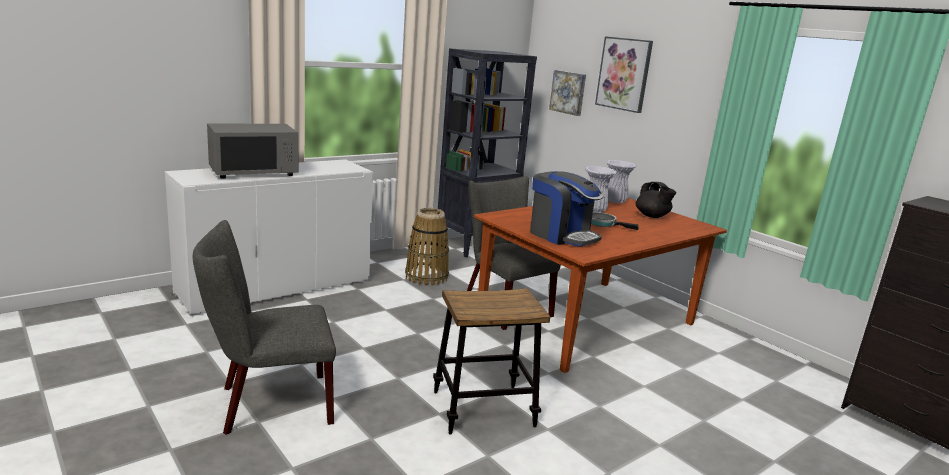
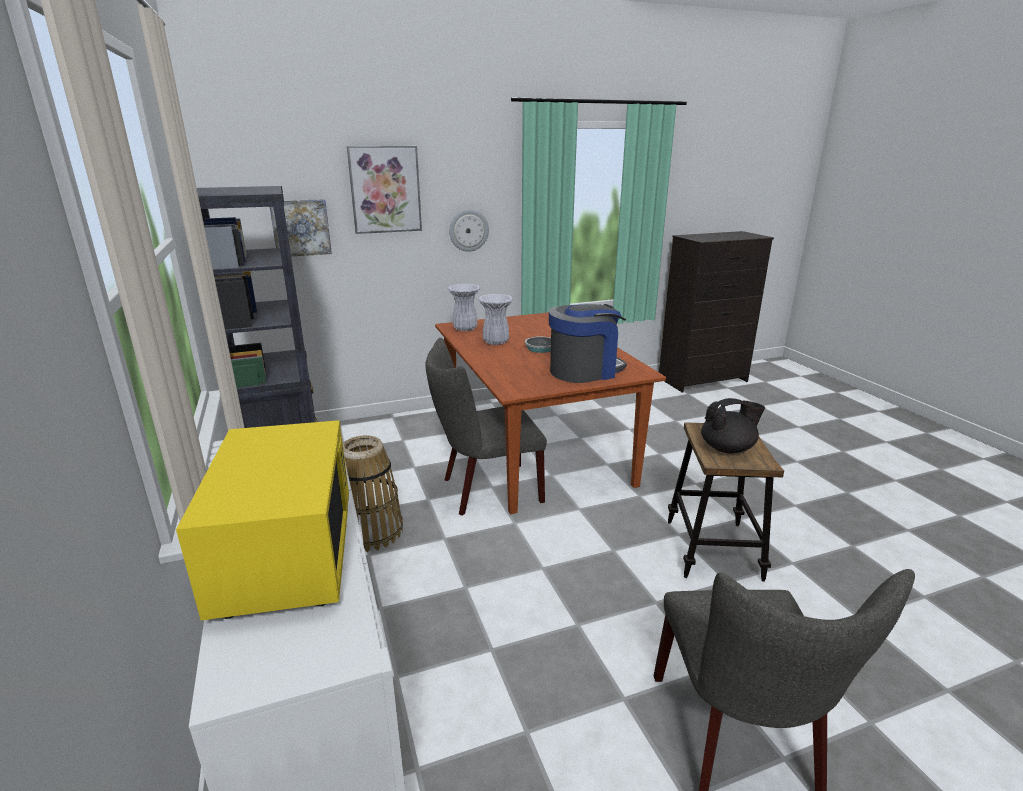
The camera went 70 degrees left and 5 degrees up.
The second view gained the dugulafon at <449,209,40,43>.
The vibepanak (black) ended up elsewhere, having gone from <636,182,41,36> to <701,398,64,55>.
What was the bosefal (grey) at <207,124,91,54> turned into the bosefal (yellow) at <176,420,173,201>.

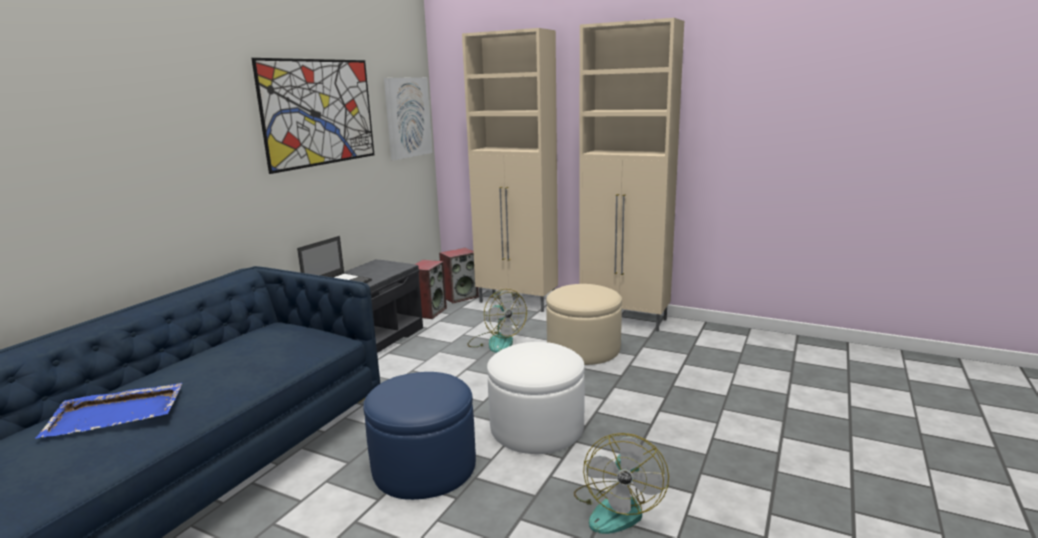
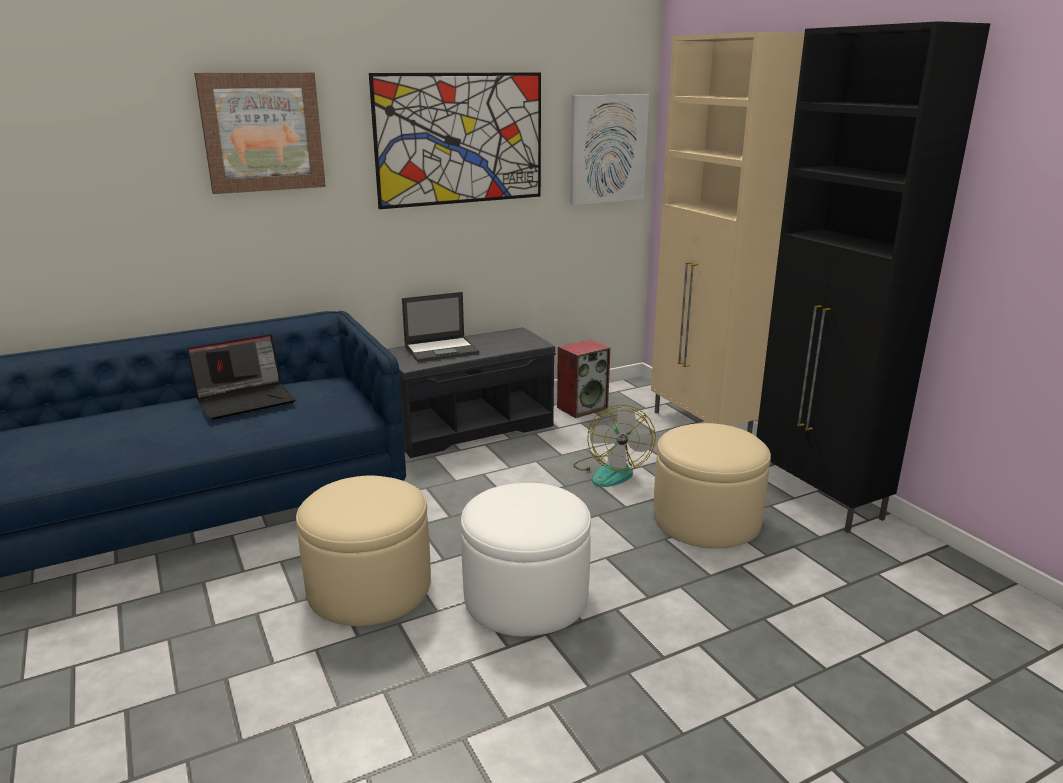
The camera went 35 degrees right and 5 degrees up.
The second view lost the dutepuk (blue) at <35,383,147,56>.
The second view lost the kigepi at <439,248,40,55>.
The second view lost the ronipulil at <574,433,95,101>.
The second view gained the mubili at <186,334,110,86>.
The second view gained the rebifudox at <194,72,132,122>.
What was the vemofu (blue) at <364,372,112,128> turned into the vemofu (beige) at <296,476,135,150>.
What was the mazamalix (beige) at <579,18,105,314> turned into the mazamalix (black) at <756,21,235,512>.

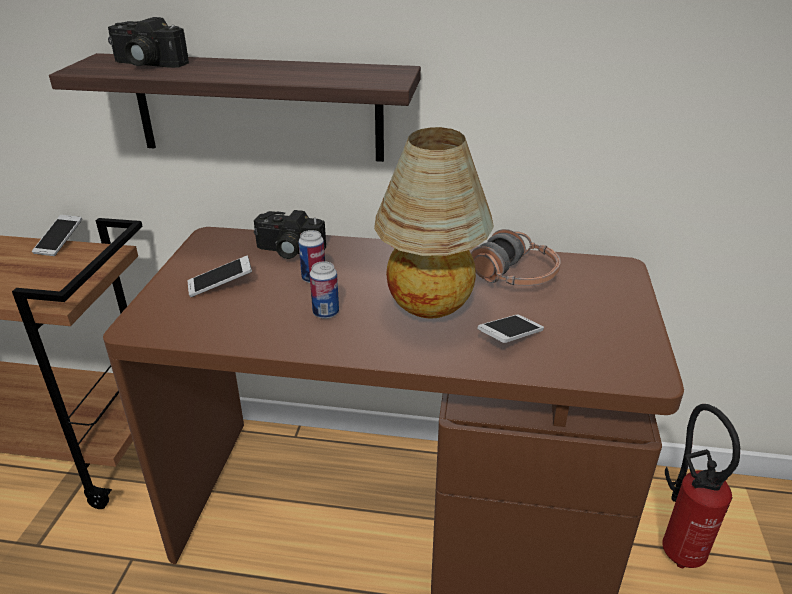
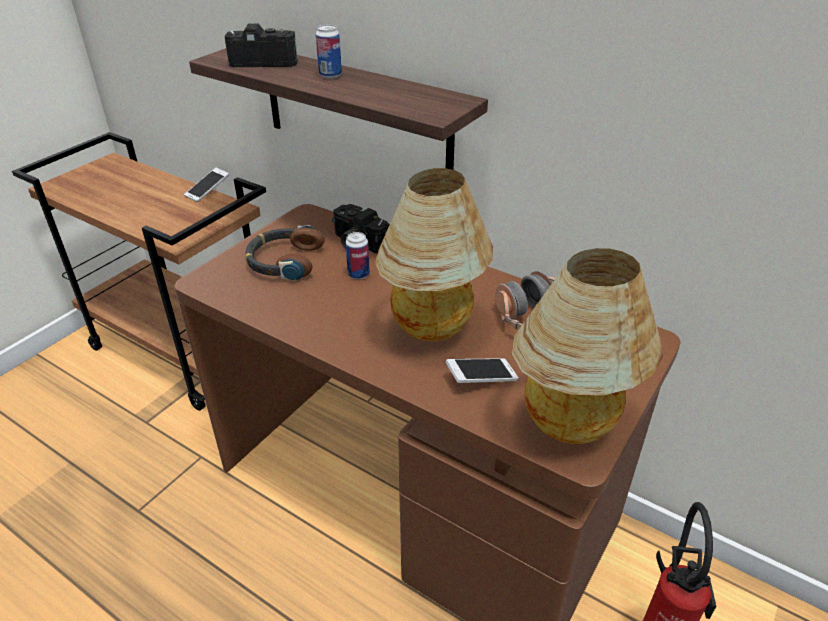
The camera went 25 degrees right and 5 degrees up.
The second view gained the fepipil at <512,248,151,196>.
The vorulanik ended up elsewhere, having gone from <310,261,29,58> to <316,25,26,54>.
Where the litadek stood at <188,256,64,41>, the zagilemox came to stand at <245,225,80,56>.
The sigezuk at <108,17,81,51> ended up facing another way, 135 degrees clockwise from before.

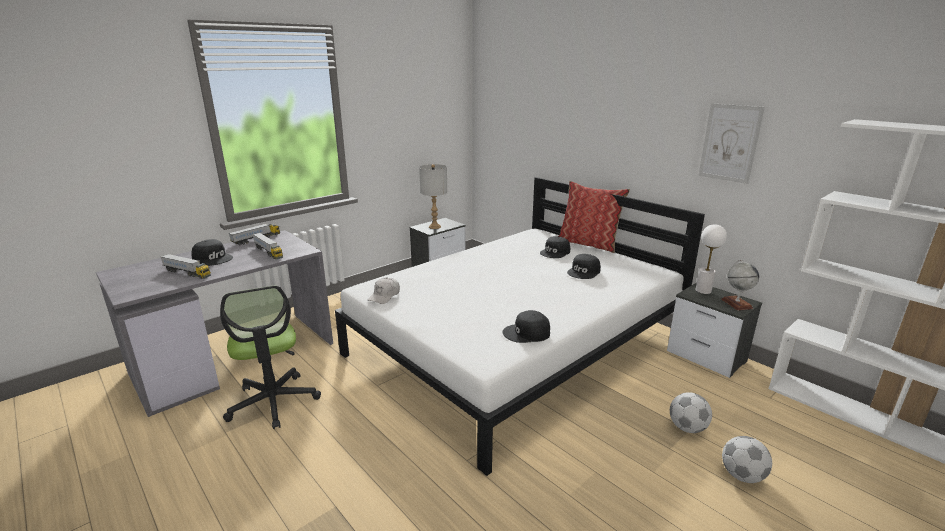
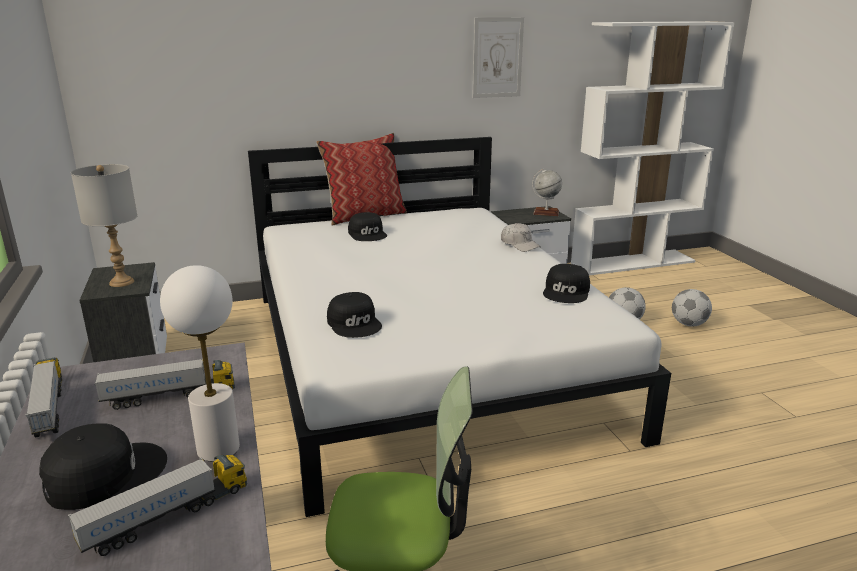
The camera went 65 degrees left and 0 degrees up.
The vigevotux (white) ended up elsewhere, having gone from <368,277,32,27> to <501,223,40,29>.
The vigevotux (black) ended up elsewhere, having gone from <567,254,34,25> to <327,292,55,46>.
The fepipil (white) ended up elsewhere, having gone from <695,224,32,70> to <160,265,80,196>.

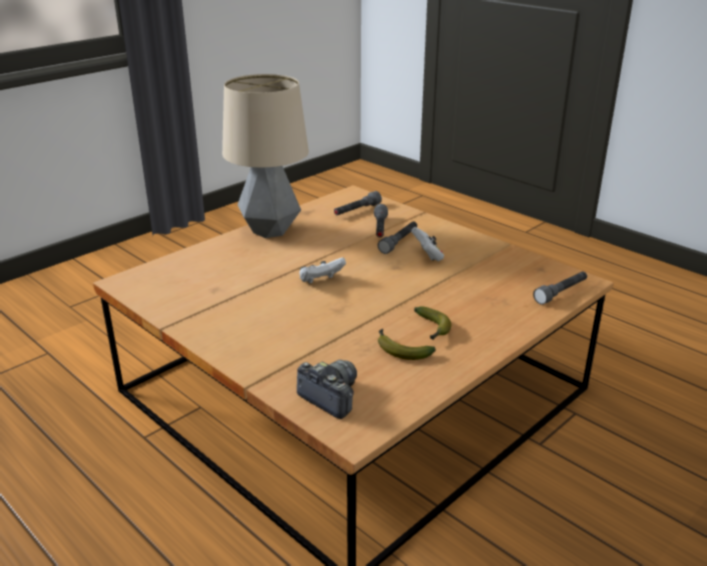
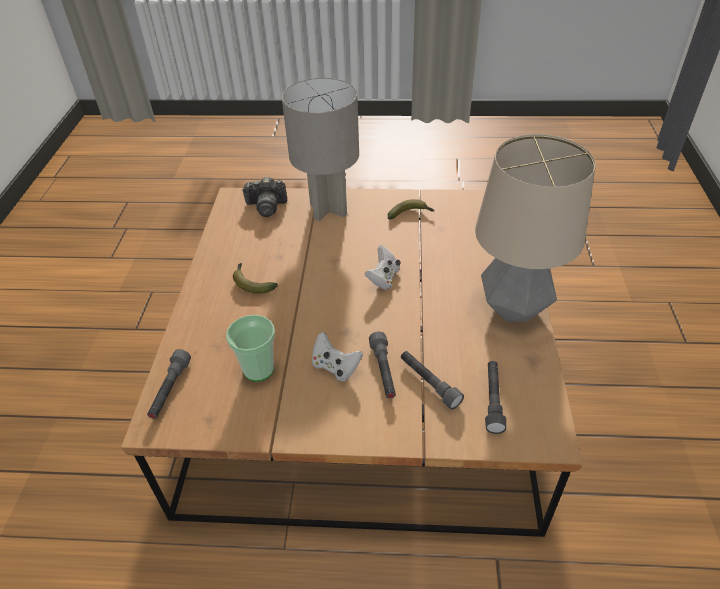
The camera went 140 degrees right and 15 degrees up.
The second view gained the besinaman at <226,315,49,66>.
The second view gained the fepipil (grey) at <282,78,77,143>.
The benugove ended up elsewhere, having gone from <378,329,58,31> to <388,199,46,21>.

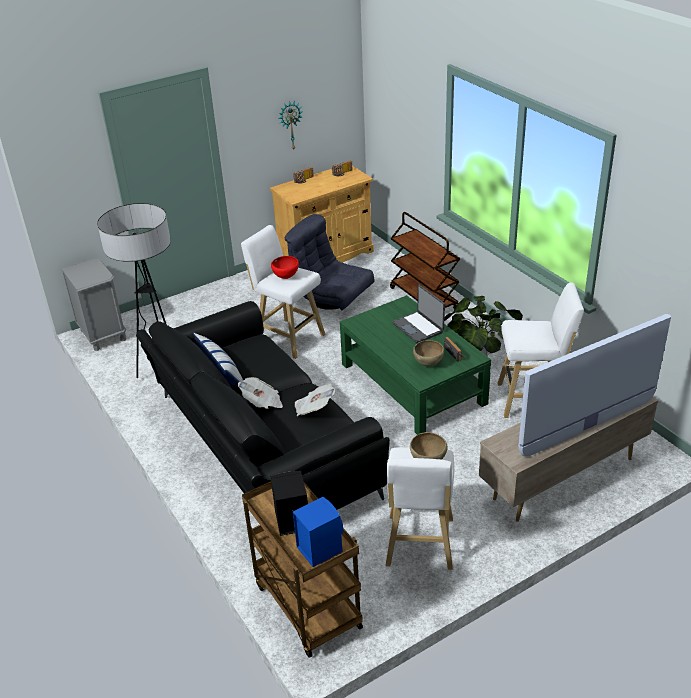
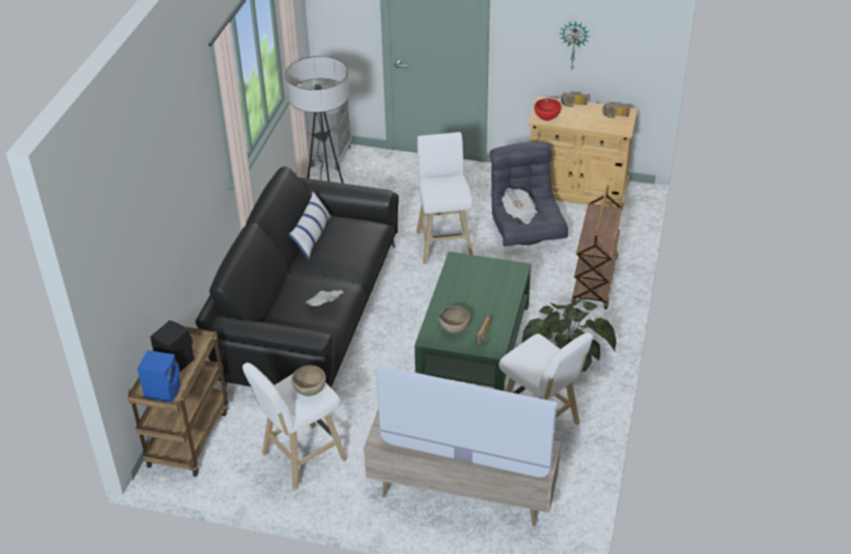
The camera went 45 degrees right and 5 degrees up.
The second view lost the mubili at <392,285,53,58>.
The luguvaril ended up elsewhere, having gone from <238,377,45,32> to <502,188,36,36>.
The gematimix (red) ended up elsewhere, having gone from <271,256,28,23> to <534,98,27,23>.

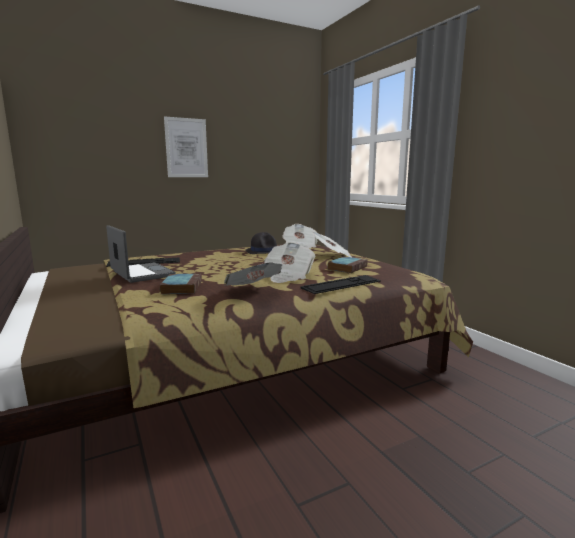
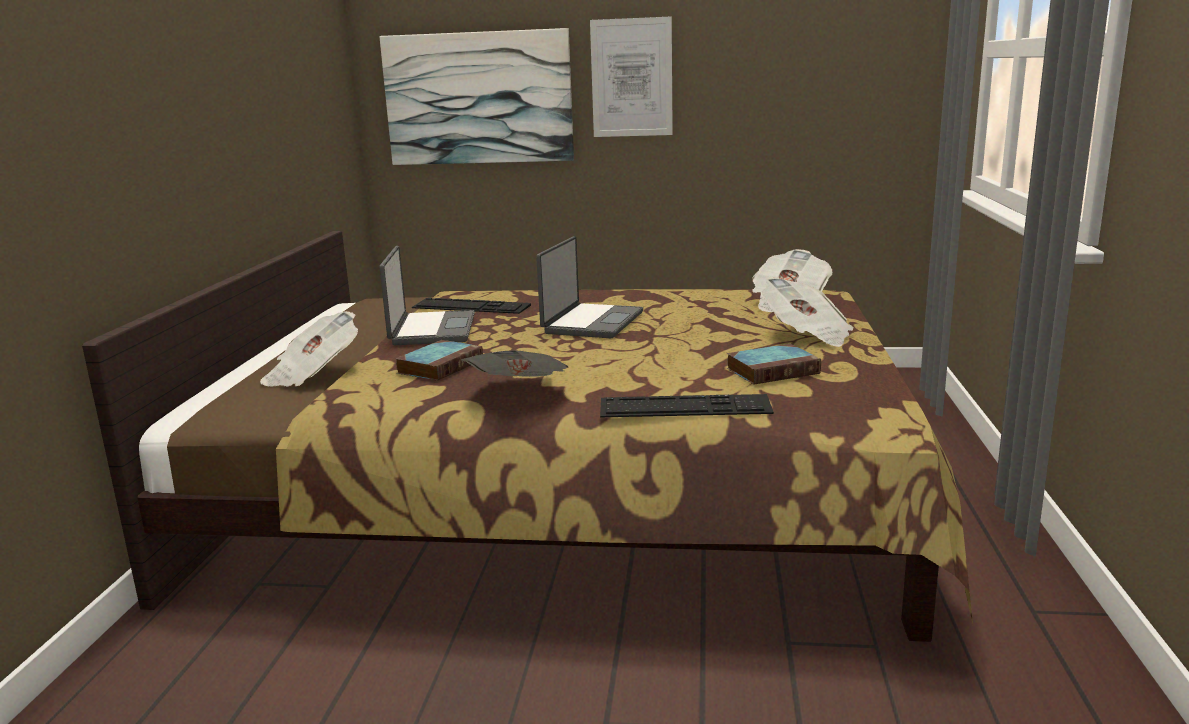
The camera went 35 degrees right and 5 degrees up.
The second view lost the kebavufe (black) at <245,232,32,22>.
The second view gained the rebifudox at <379,28,195,137>.
The second view gained the mubili at <536,236,107,102>.
The luguvaril ended up elsewhere, having gone from <264,242,52,41> to <260,311,98,76>.

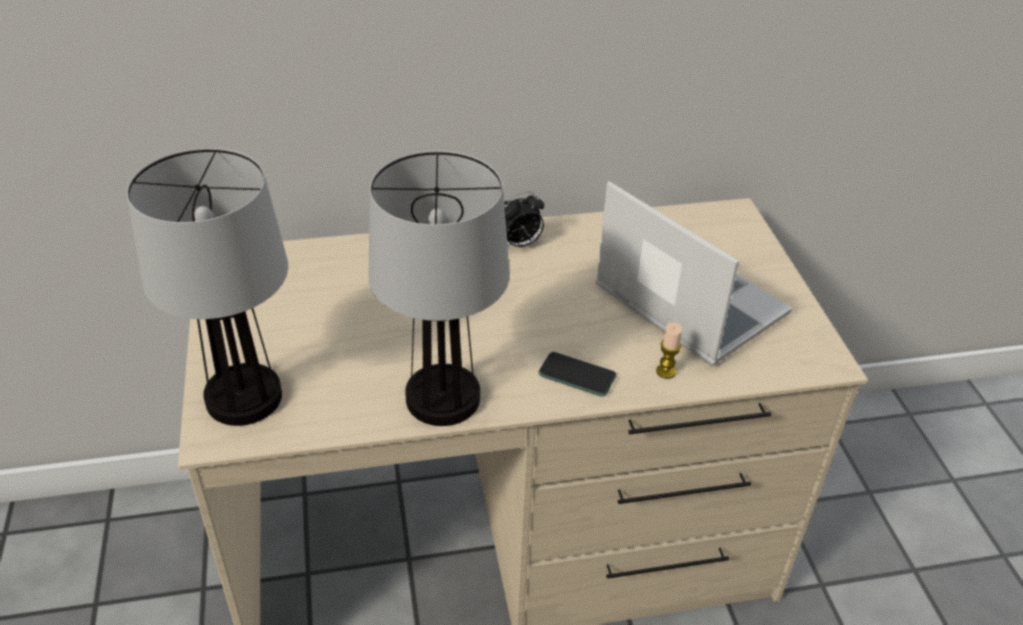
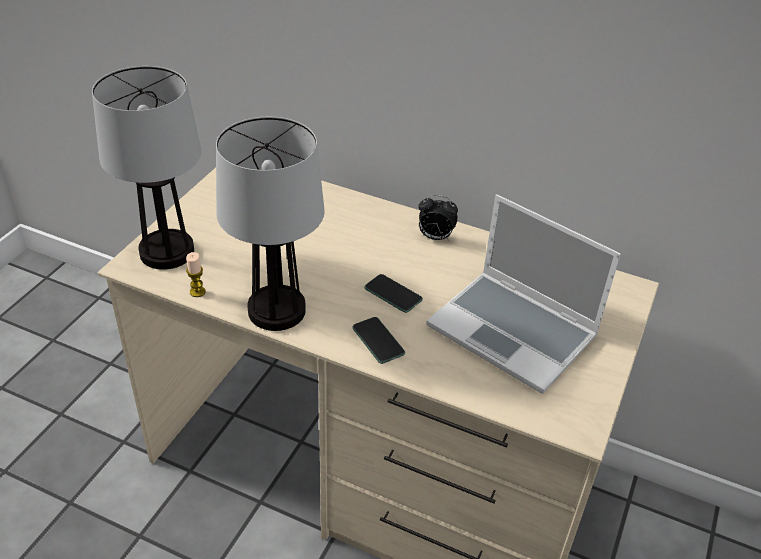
The camera went 35 degrees right and 0 degrees up.
The second view gained the litadek at <365,274,58,39>.
The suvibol ended up elsewhere, having gone from <656,322,26,57> to <186,252,20,45>.
The mubili at <595,181,197,185> ended up facing another way, 135 degrees clockwise from before.

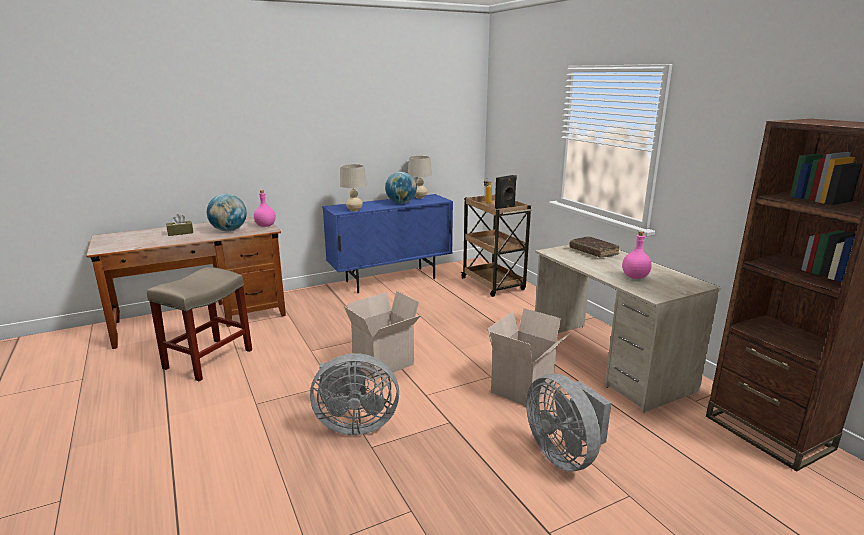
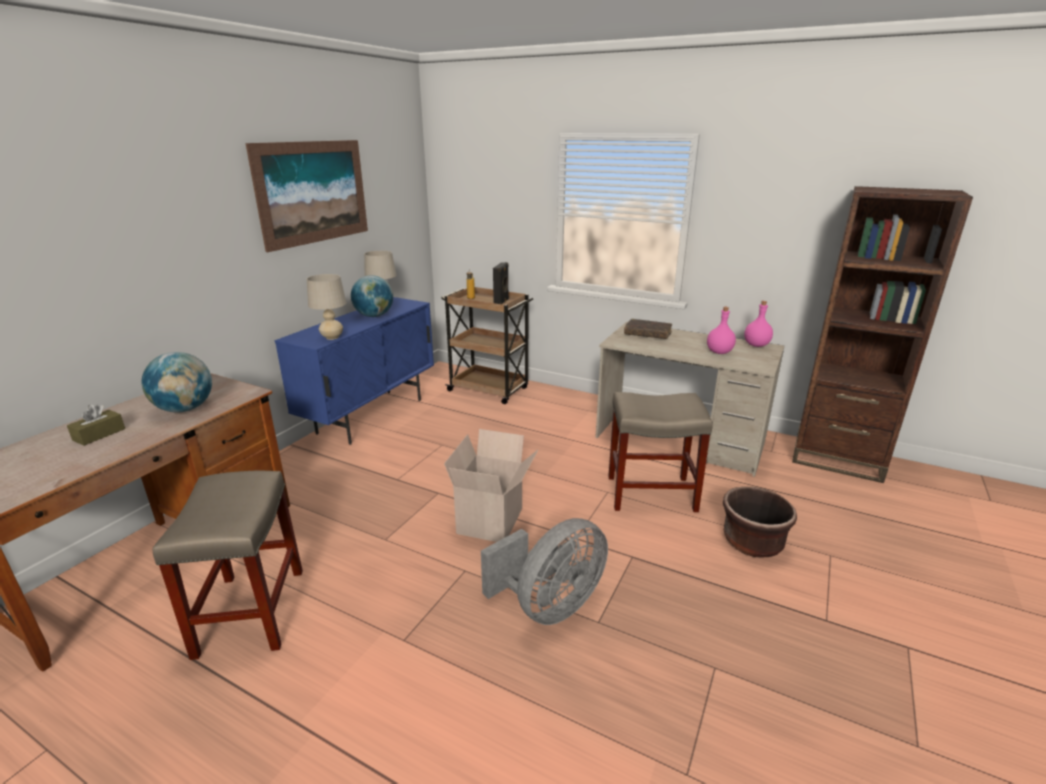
The camera went 35 degrees left and 5 degrees up.
The second view gained the rebifudox at <245,140,123,112>.
The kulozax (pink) ended up elsewhere, having gone from <254,190,22,37> to <744,301,29,46>.
Where the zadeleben stood at <487,308,85,98>, the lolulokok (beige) came to stand at <608,392,105,120>.
Where the ronipulil (grey) stood at <526,373,85,98>, the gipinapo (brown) came to stand at <723,487,74,71>.

